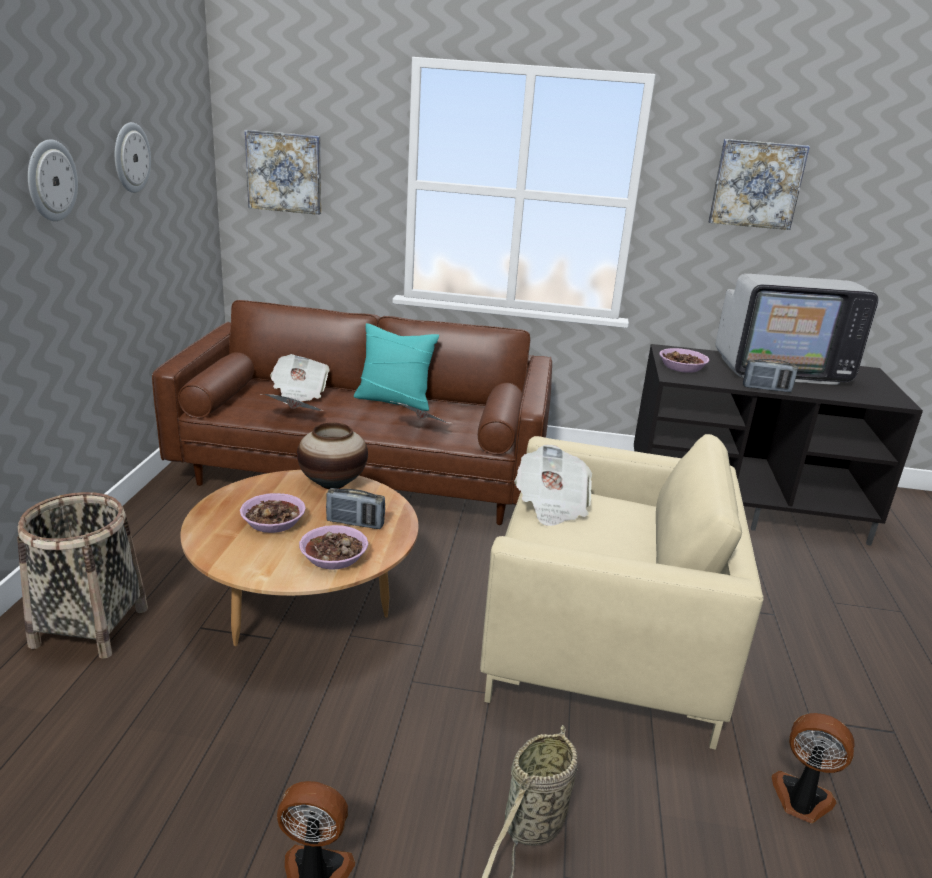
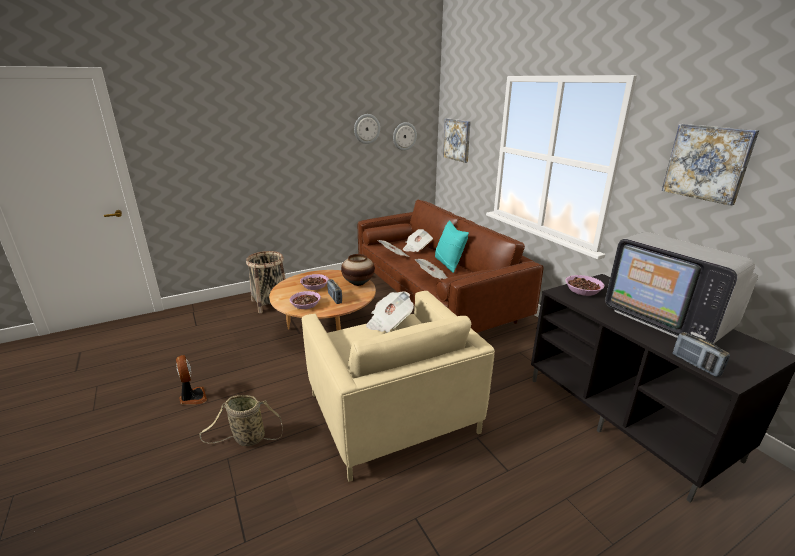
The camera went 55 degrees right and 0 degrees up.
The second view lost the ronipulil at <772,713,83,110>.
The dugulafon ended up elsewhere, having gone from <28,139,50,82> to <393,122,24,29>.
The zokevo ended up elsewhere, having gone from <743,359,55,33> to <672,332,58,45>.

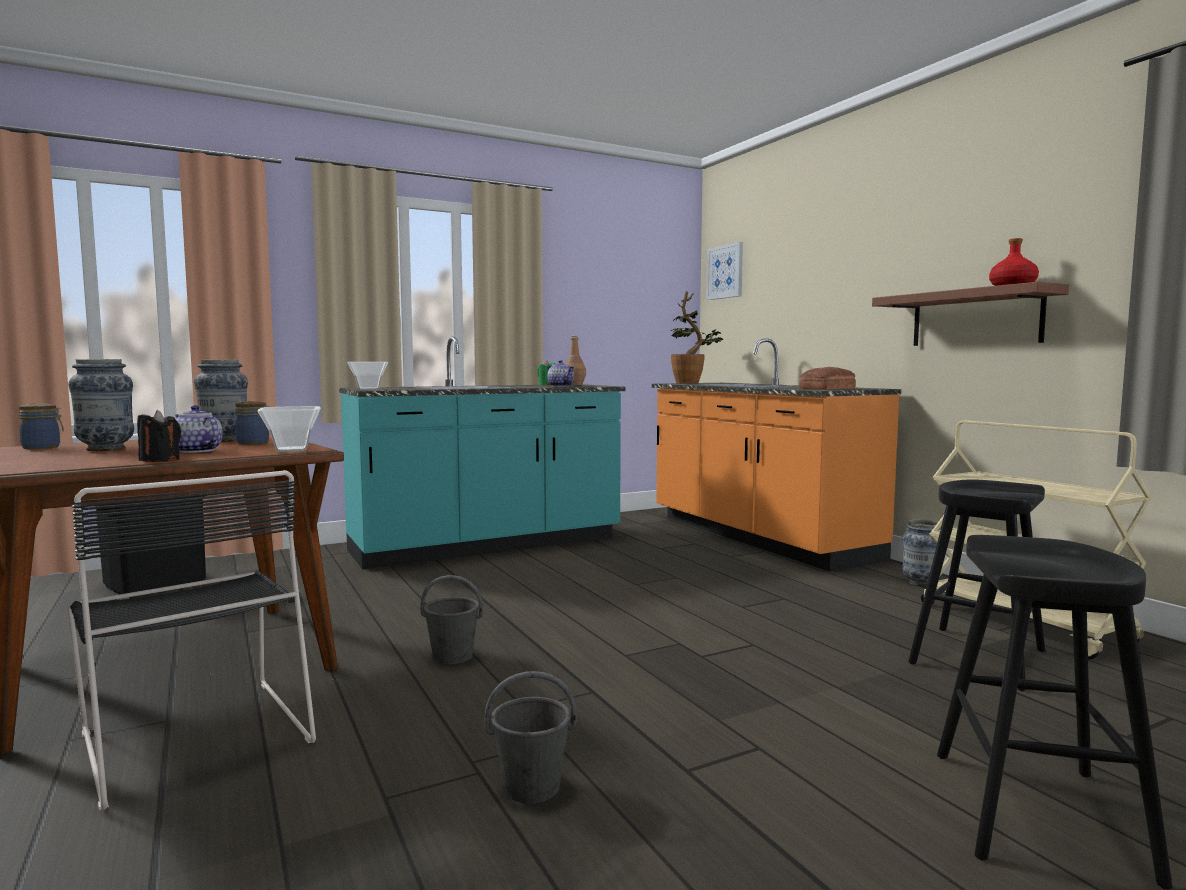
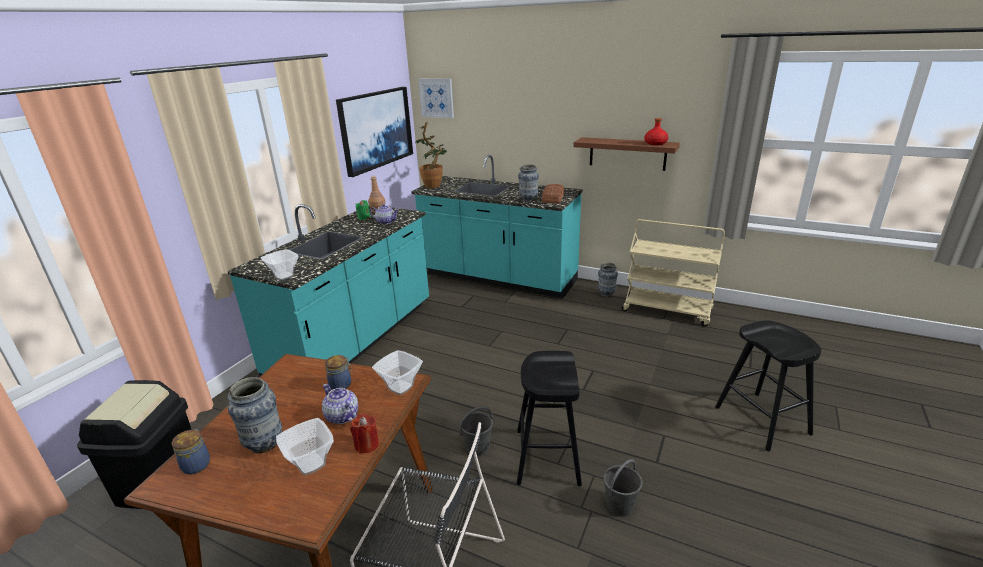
The camera went 35 degrees left and 20 degrees up.
The second view gained the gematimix at <276,418,58,57>.
The second view gained the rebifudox at <336,87,77,90>.
The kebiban ended up elsewhere, having gone from <194,359,54,83> to <518,164,21,38>.
The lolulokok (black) ended up elsewhere, having gone from <908,480,137,211> to <517,351,65,135>.
What was the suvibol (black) at <137,410,44,52> turned into the suvibol (red) at <350,413,29,40>.
What was the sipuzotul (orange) at <652,339,249,233> turned into the sipuzotul (turquoise) at <411,155,172,144>.
The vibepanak at <175,405,48,48> ended up facing another way, 45 degrees clockwise from before.

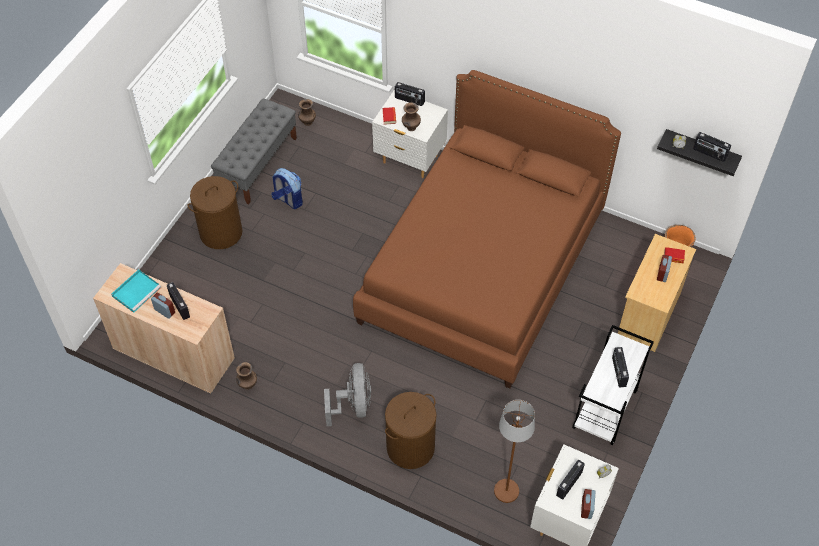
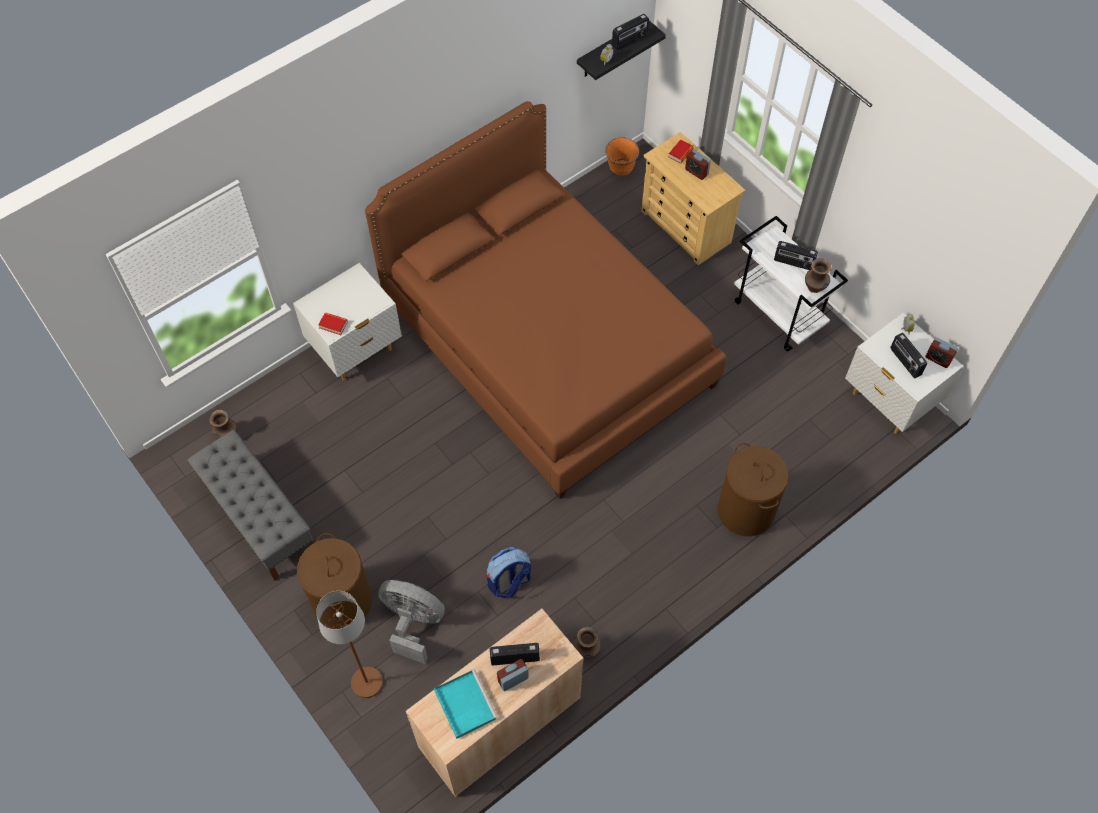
The camera went 65 degrees left and 5 degrees up.
The second view lost the zokevo at <395,82,30,24>.
The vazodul ended up elsewhere, having gone from <271,168,32,41> to <487,547,44,51>.
The ronipulil (grey) ended up elsewhere, having gone from <324,363,47,63> to <378,580,67,84>.
The kebiban (brown) ended up elsewhere, having gone from <402,102,19,29> to <805,258,26,35>.
The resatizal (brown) ended up elsewhere, having gone from <494,400,41,103> to <316,591,67,107>.

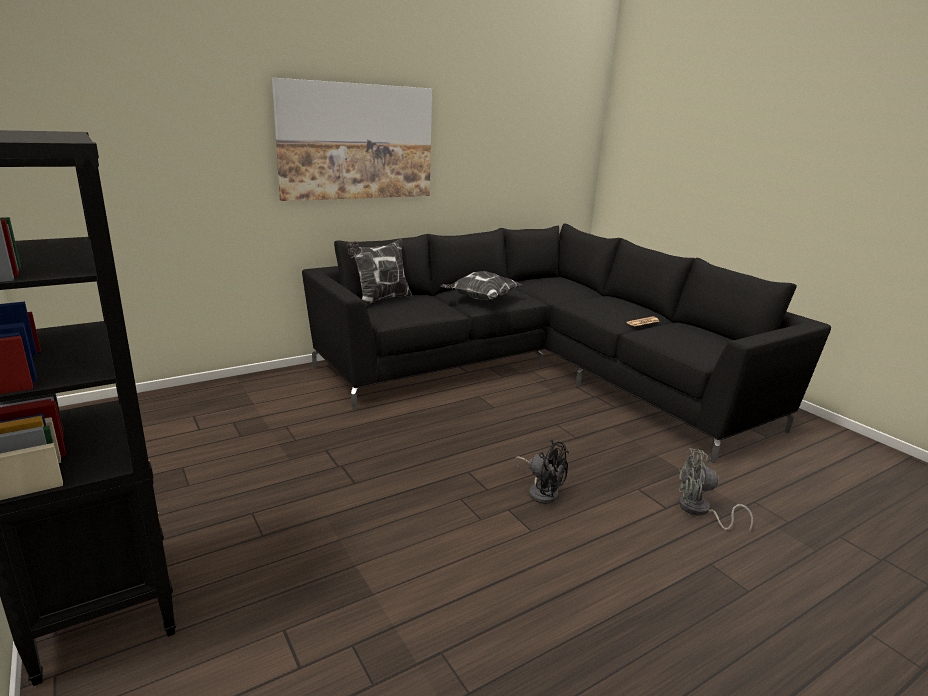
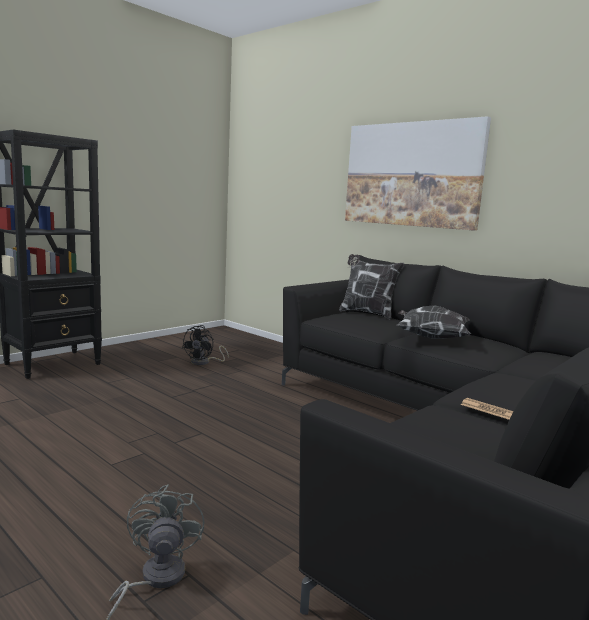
The camera went 75 degrees right and 10 degrees down.
The ronipulil (black) ended up elsewhere, having gone from <515,440,54,64> to <182,325,47,40>.

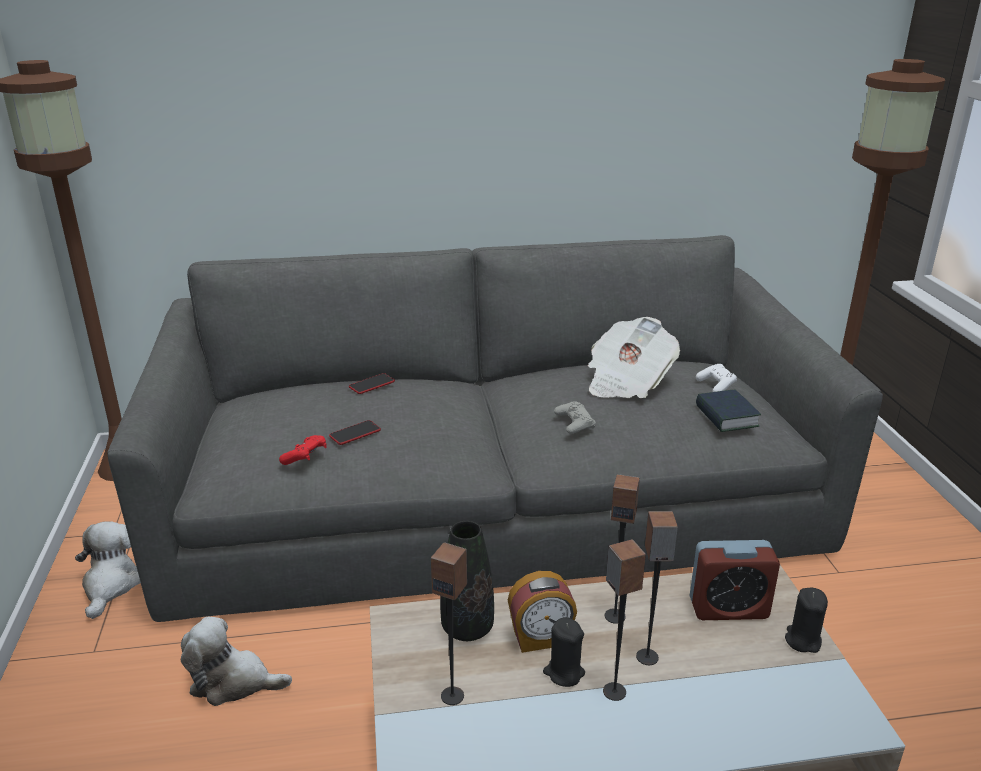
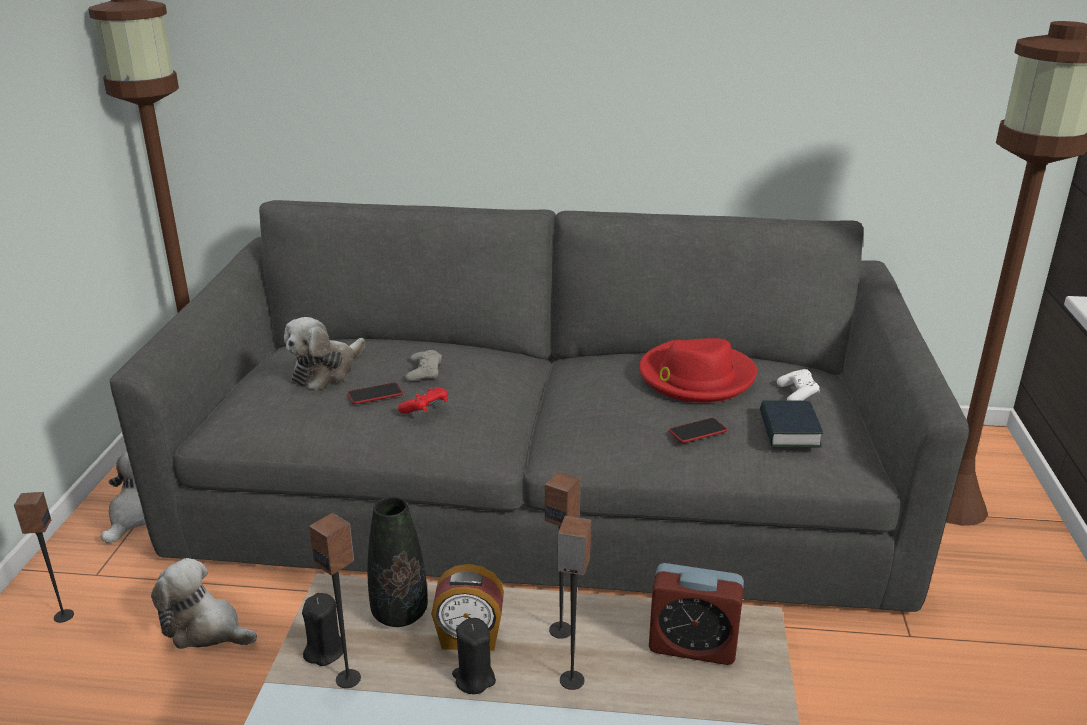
The camera went 15 degrees right and 0 degrees up.
The second view gained the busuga at <284,317,81,74>.
The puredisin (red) ended up elsewhere, having gone from <279,435,48,30> to <398,388,50,26>.
The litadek ended up elsewhere, having gone from <349,373,46,21> to <669,418,58,25>.
The puredisin (grey) ended up elsewhere, having gone from <554,401,42,33> to <405,350,37,31>.
The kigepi ended up elsewhere, having gone from <603,539,43,162> to <14,492,60,131>.
The suvibol (black) ended up elsewhere, having gone from <785,588,43,65> to <302,593,41,73>.
Where the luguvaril stood at <588,317,92,81>, the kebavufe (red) came to stand at <639,338,118,65>.

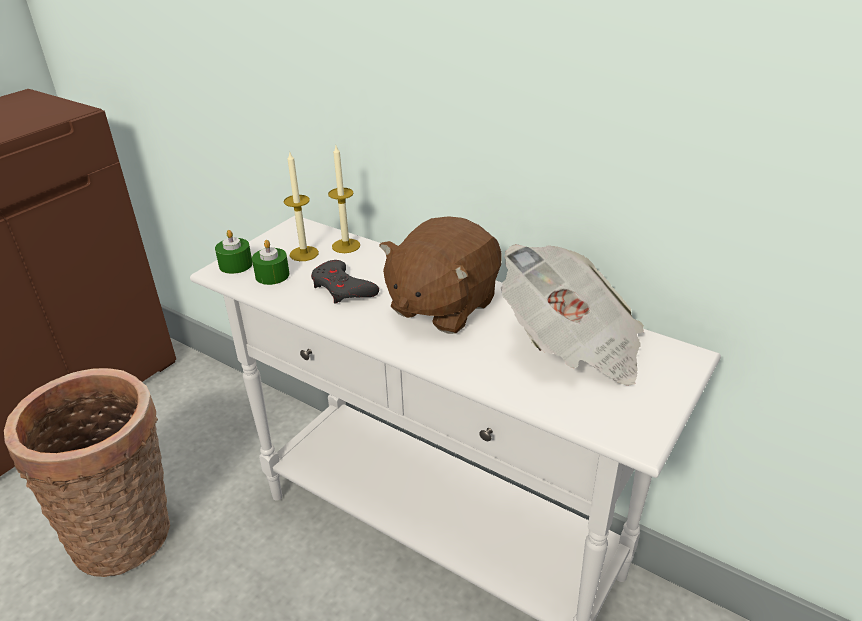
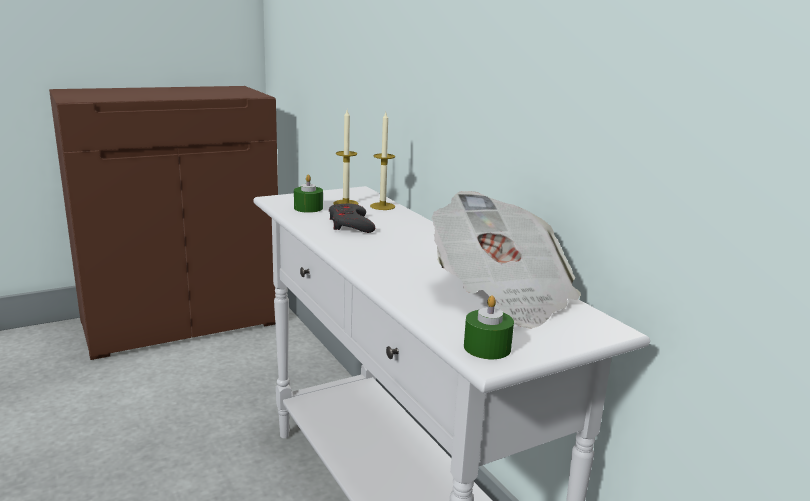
The camera went 25 degrees right and 15 degrees down.
The second view lost the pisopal at <4,368,166,209>.
The second view lost the busuga (brown) at <379,216,123,118>.
The suvibol (green) ended up elsewhere, having gone from <215,230,38,44> to <464,296,50,63>.

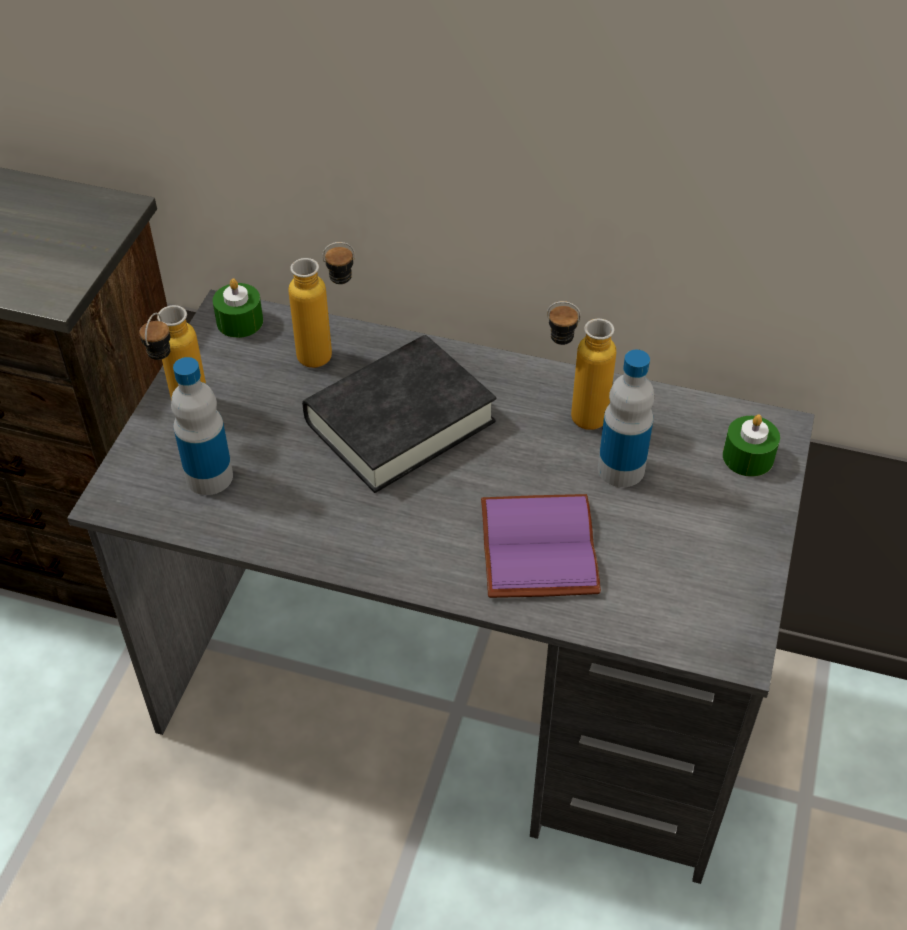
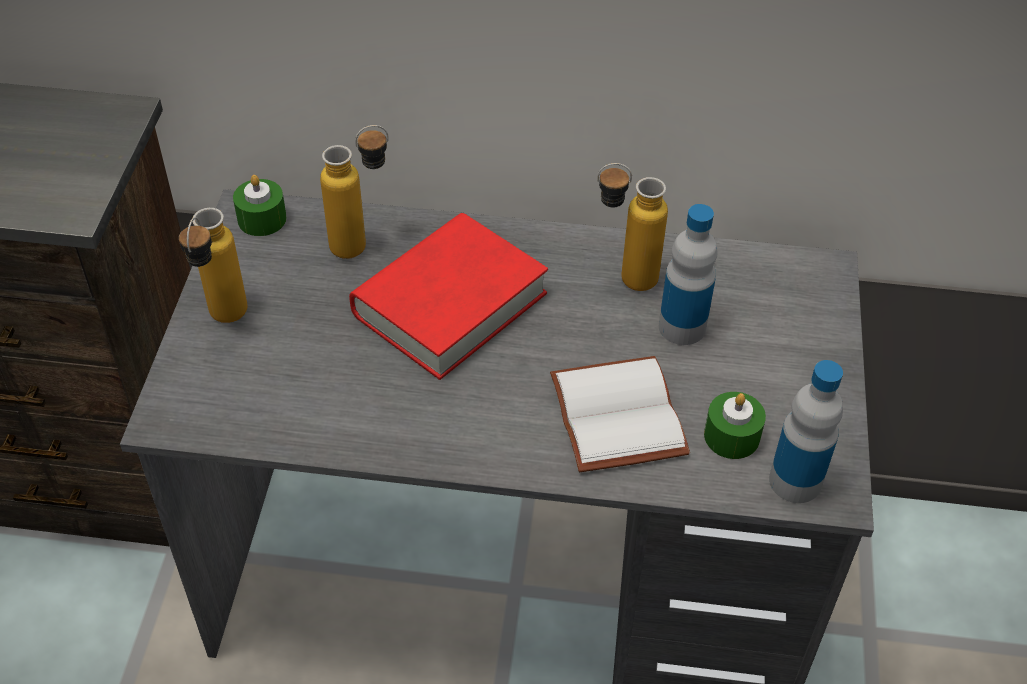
The camera went 10 degrees left and 0 degrees up.
The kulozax ended up elsewhere, having gone from <171,357,62,138> to <769,360,74,143>.
The suvibol (green) ended up elsewhere, having gone from <723,414,57,63> to <704,392,62,67>.
What was the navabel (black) at <302,335,194,158> turned into the navabel (red) at <349,213,199,167>.
What was the navabel (purple) at <481,494,120,104> turned into the navabel (white) at <550,356,140,116>.

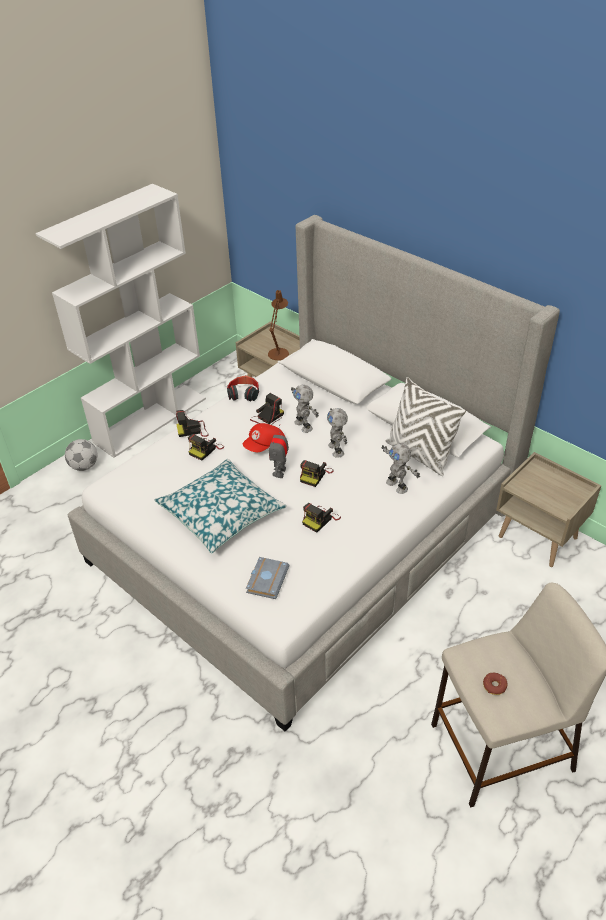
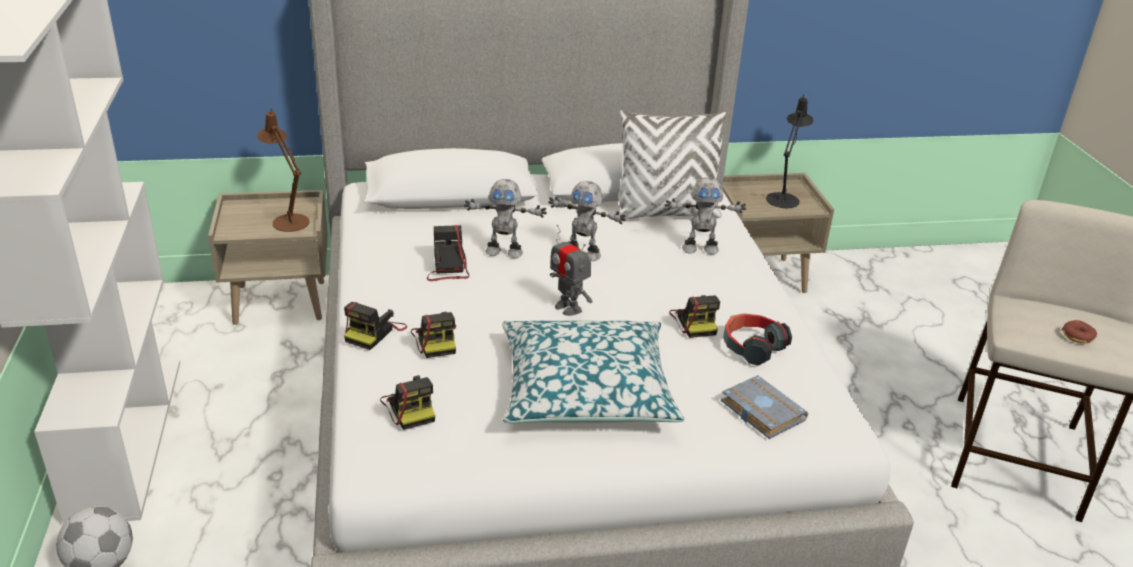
The camera went 55 degrees left and 10 degrees down.
The second view lost the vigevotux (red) at <243,423,42,29>.
The second view gained the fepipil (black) at <766,94,48,114>.
The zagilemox ended up elsewhere, having gone from <227,375,32,26> to <723,313,69,53>.
The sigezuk ended up elsewhere, having gone from <300,460,34,27> to <380,375,55,55>.

